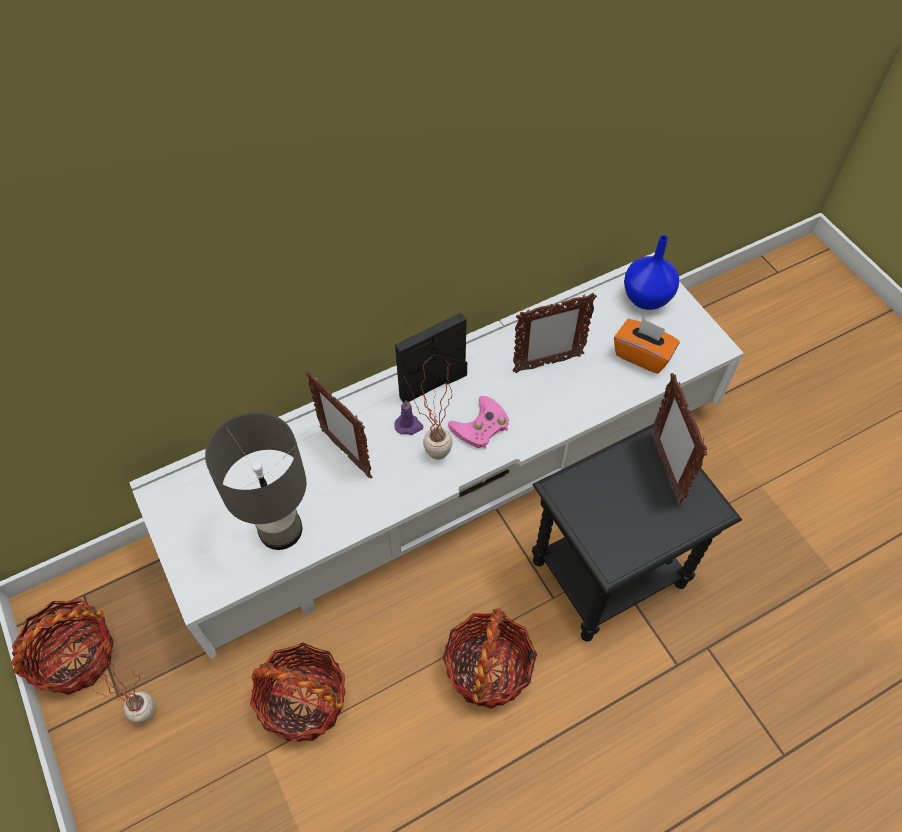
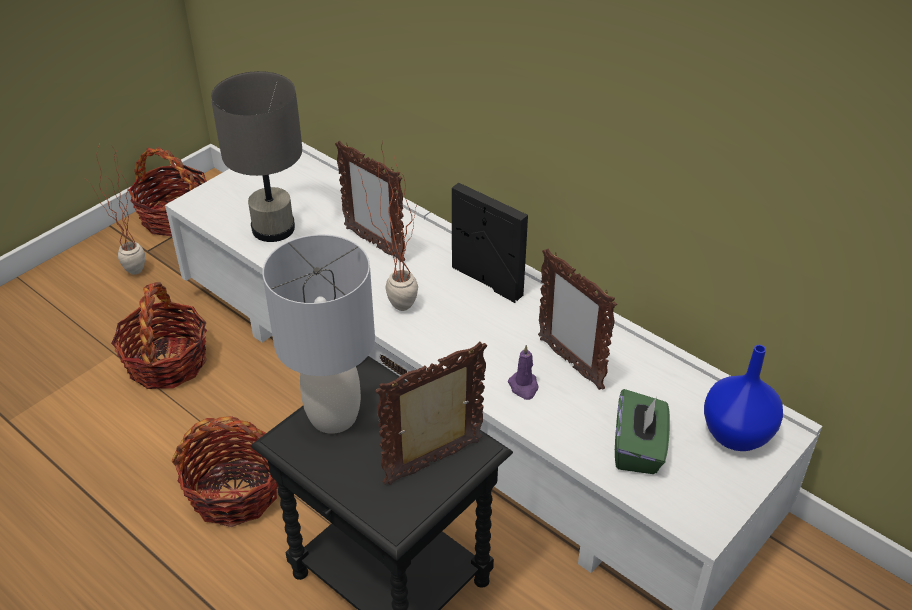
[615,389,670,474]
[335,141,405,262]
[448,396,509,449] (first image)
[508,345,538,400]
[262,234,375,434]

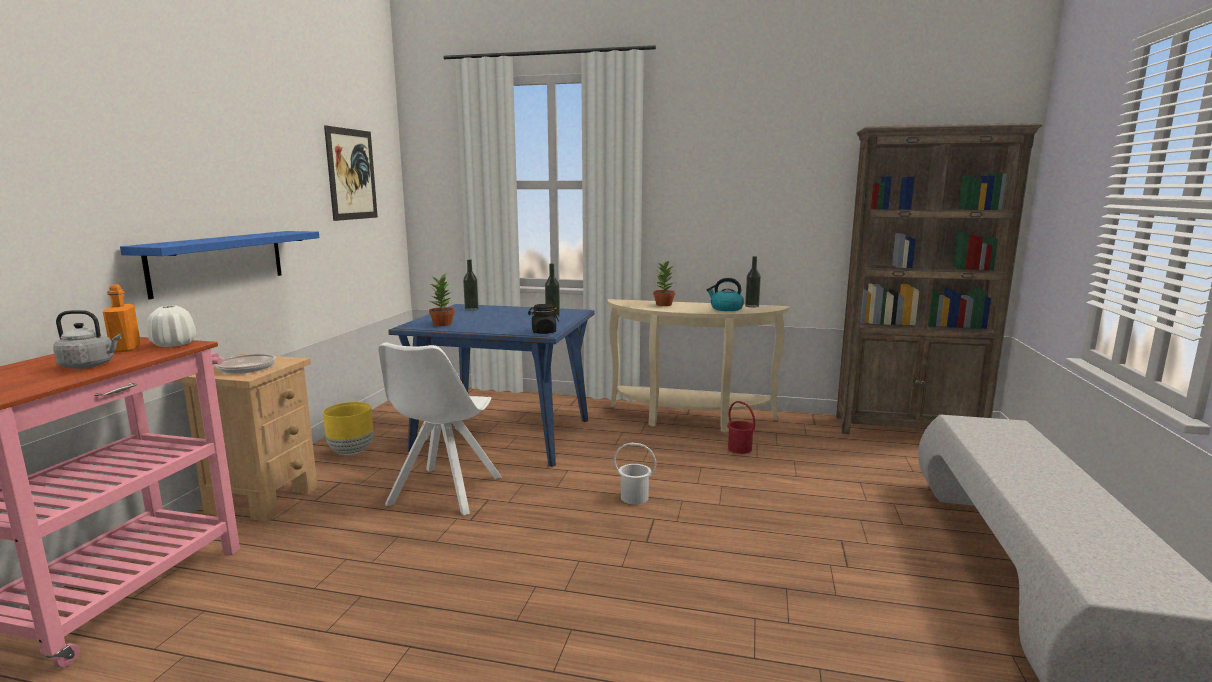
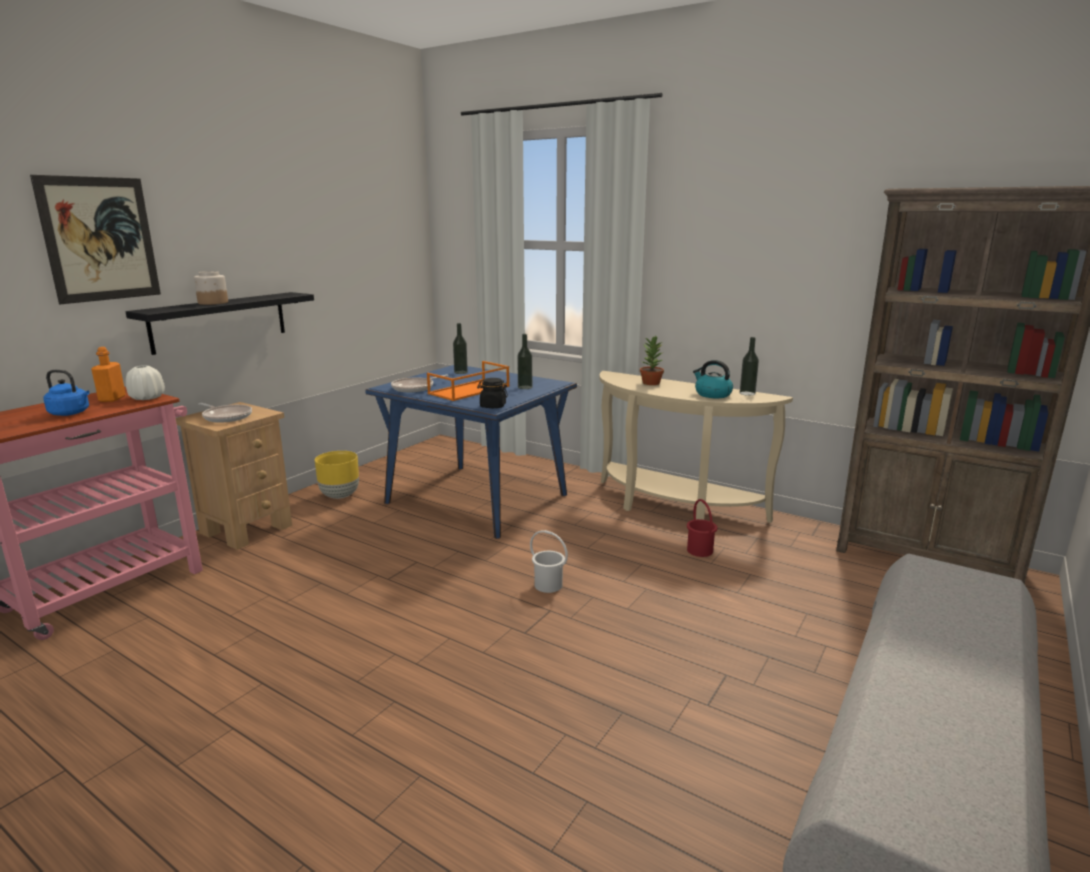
[30,175,161,304]
[126,292,314,355]
[391,375,448,393]
[43,370,89,416]
[378,343,502,515] (first image)
[194,271,228,305]
[427,361,510,401]

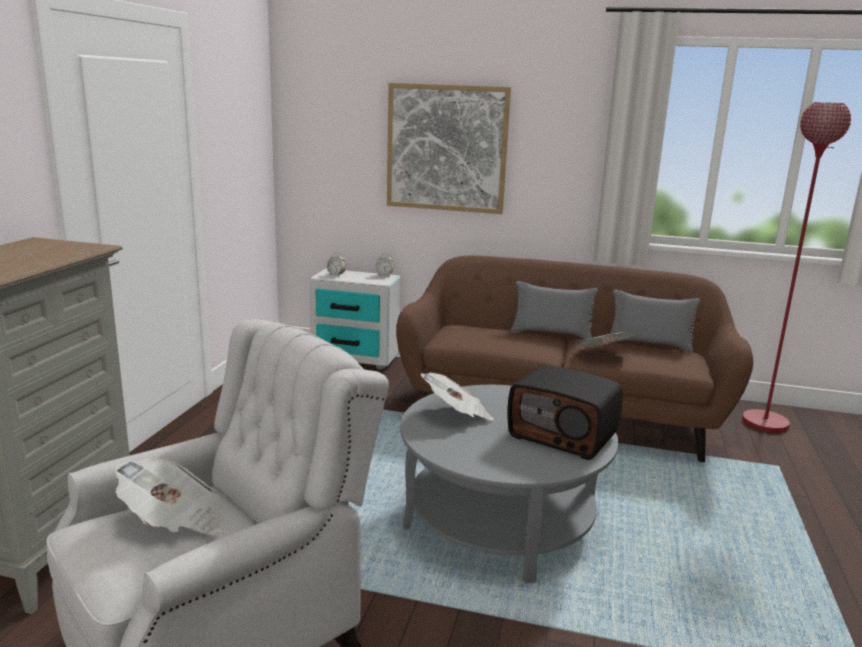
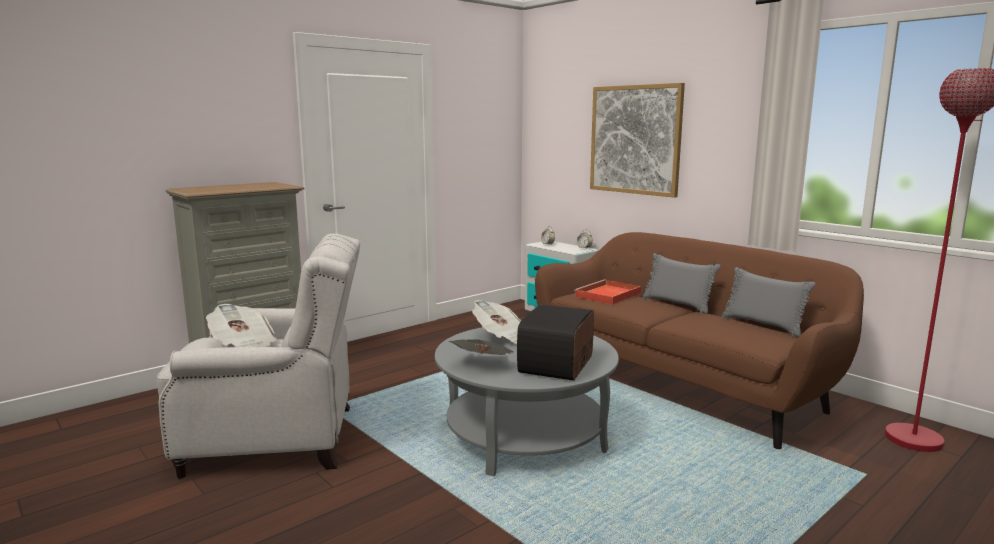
[448,339,513,355]
[517,305,594,381]
[574,280,641,305]

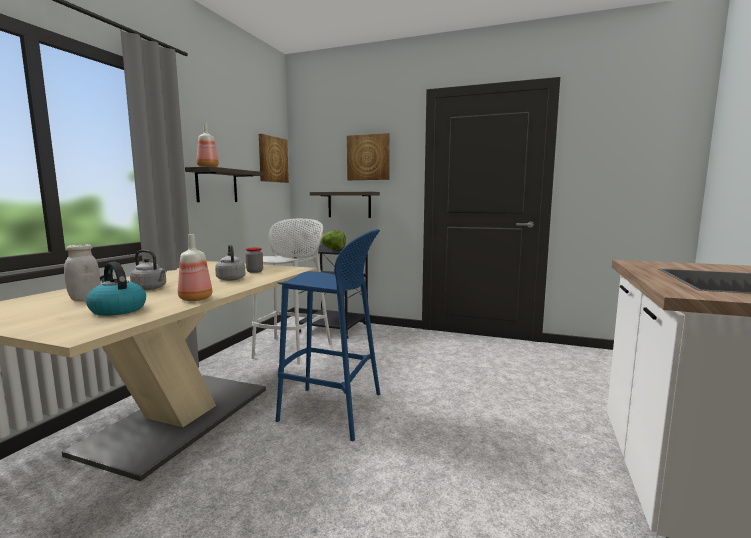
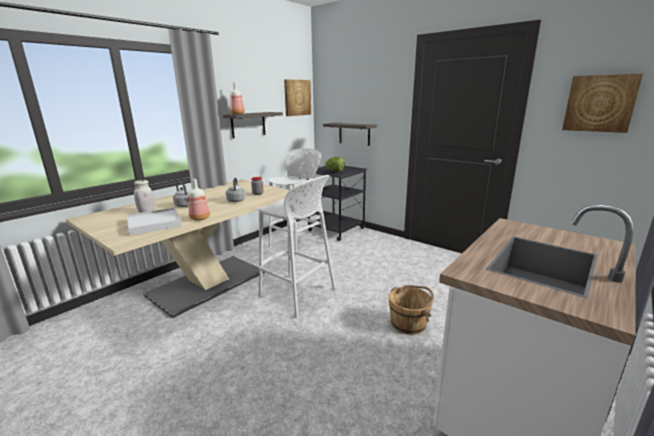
[562,73,643,133]
[257,175,335,319]
[127,208,182,235]
[389,285,434,335]

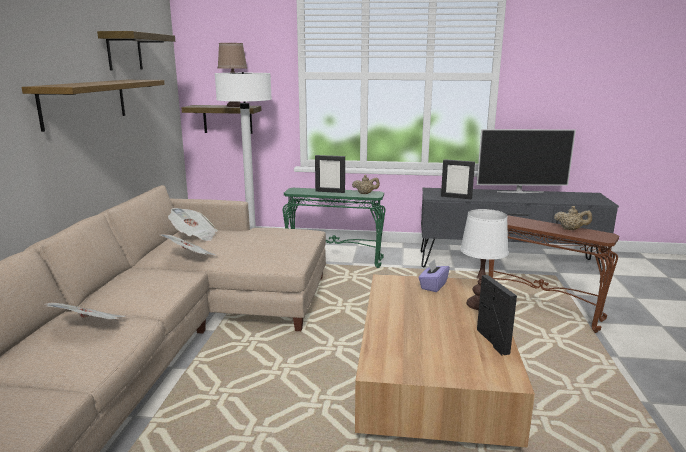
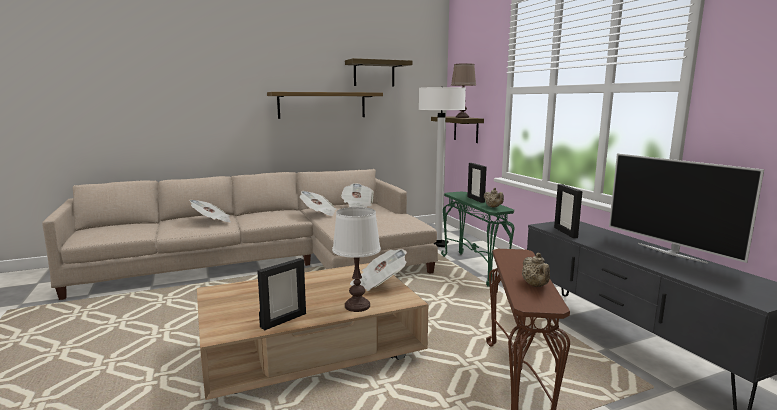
[350,249,407,291]

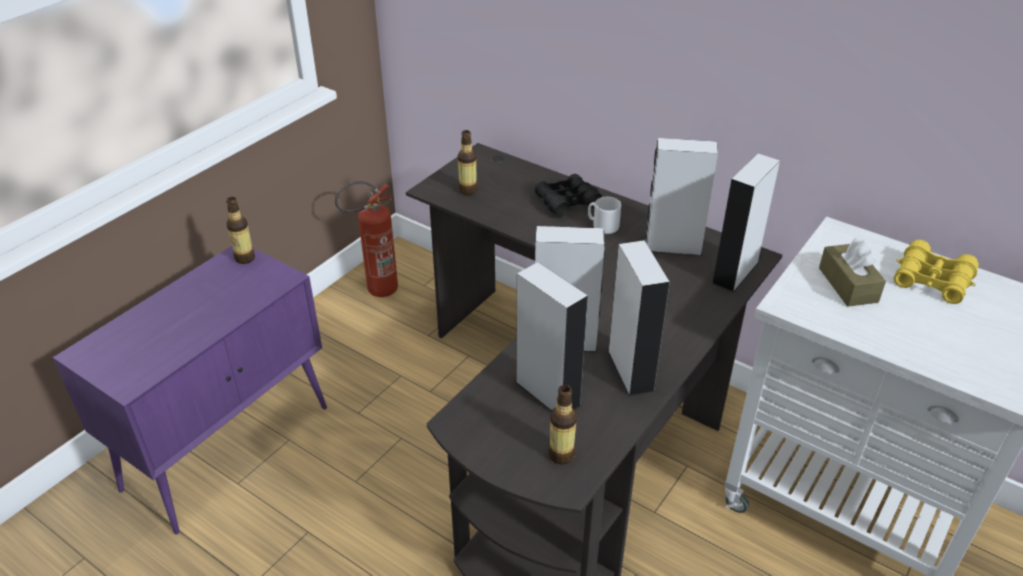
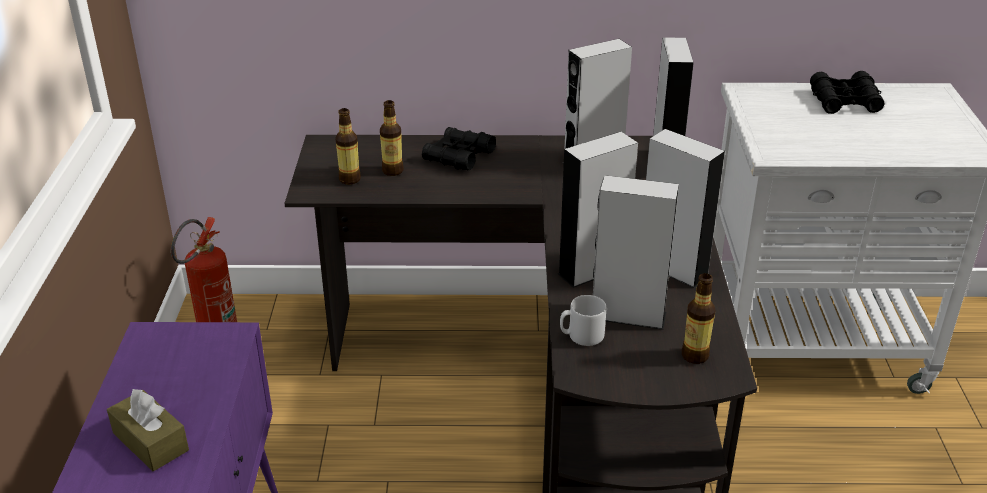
[380,100,404,176]
[560,295,606,346]
[107,389,189,472]
[810,71,884,114]

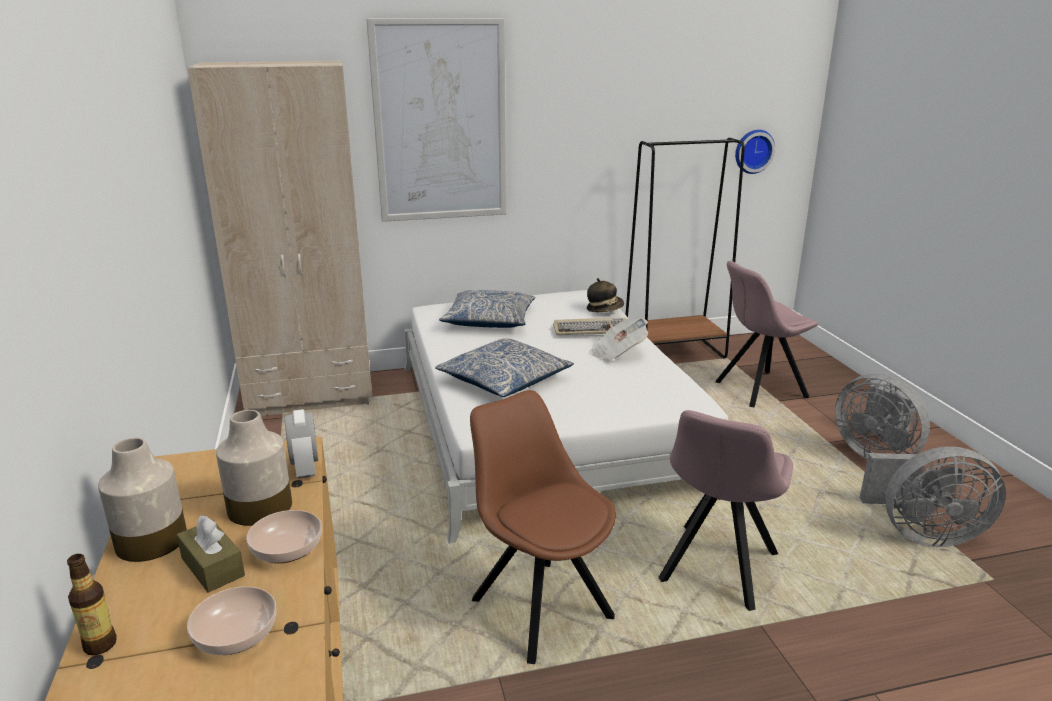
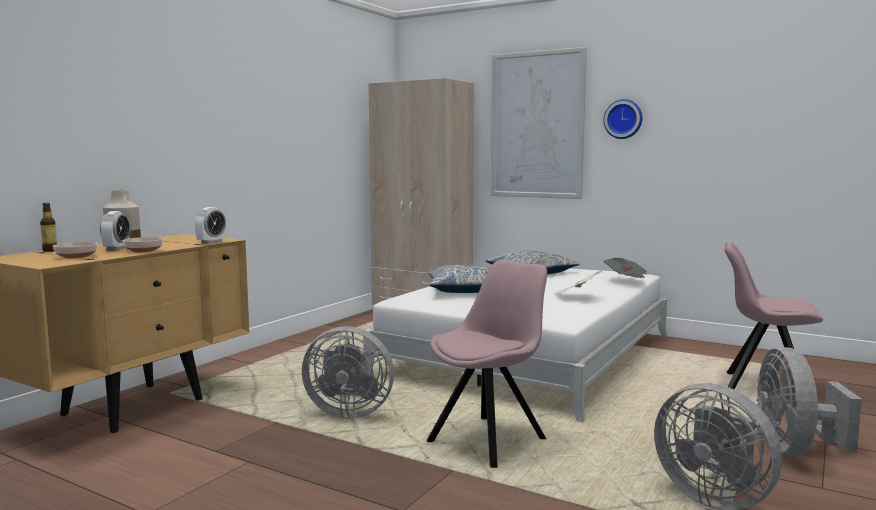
[604,99,642,139]
[625,138,745,358] (first image)
[603,258,647,278]
[553,318,626,335] (first image)
[302,326,394,419]
[216,410,292,526] (first image)
[427,260,547,468]
[100,211,130,251]

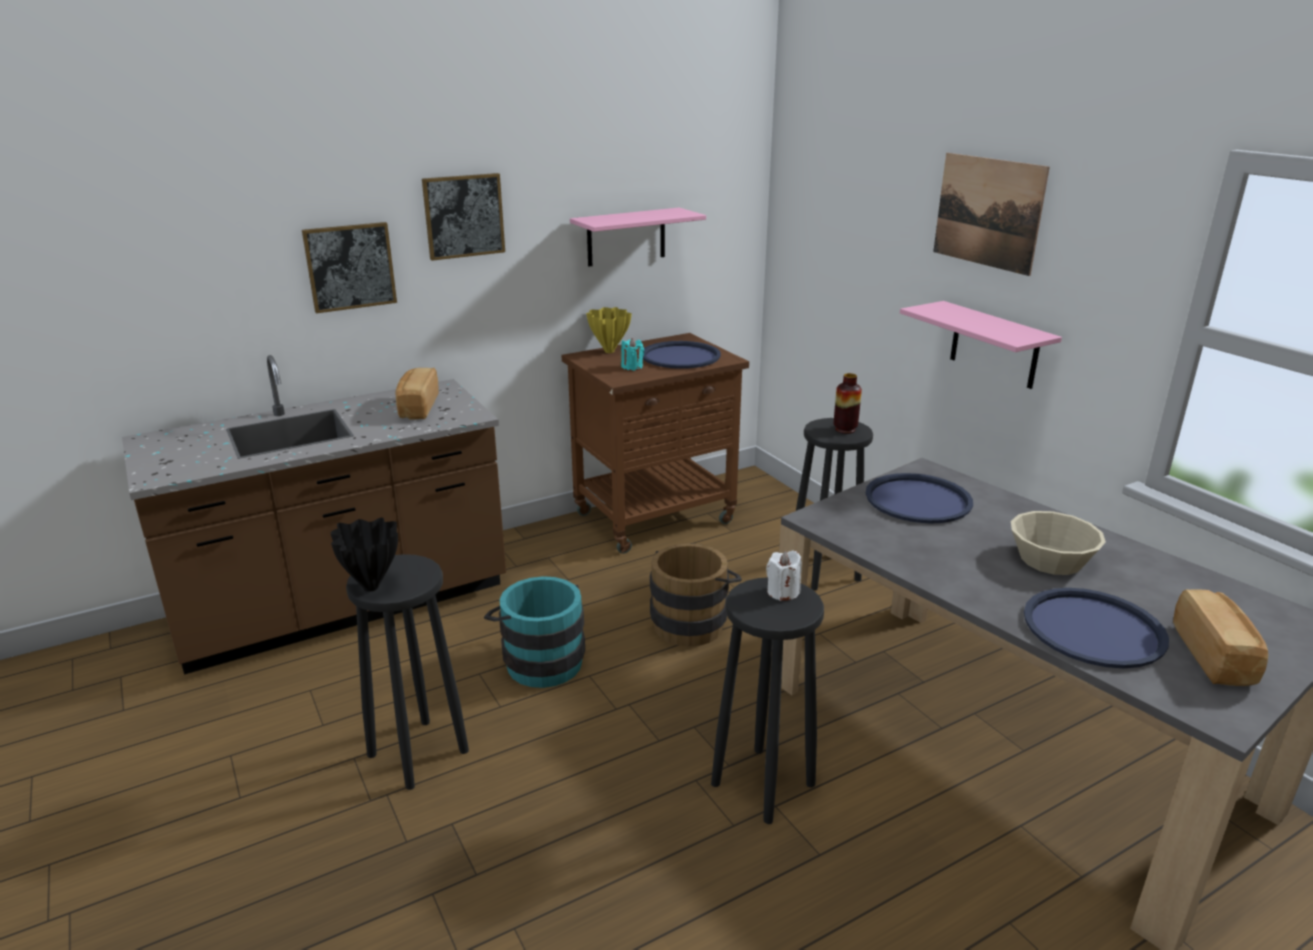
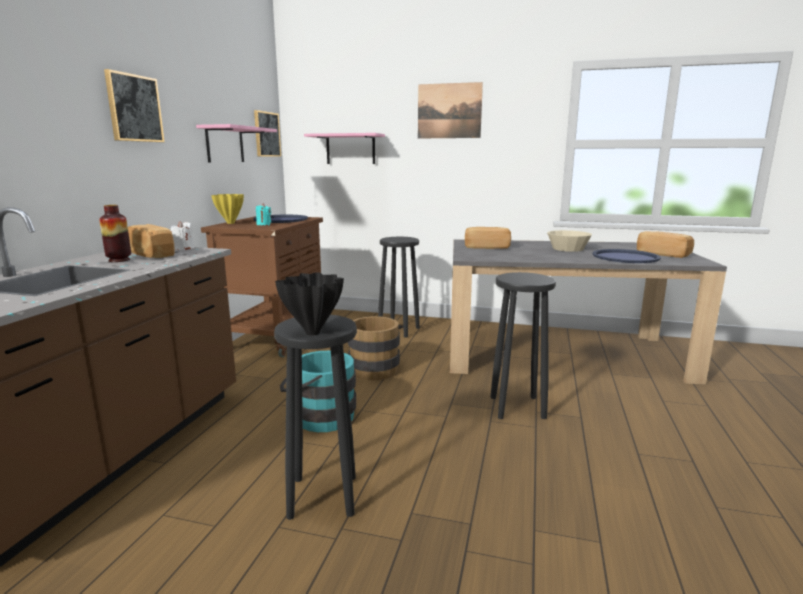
[254,110,281,157]
[304,133,385,164]
[99,205,131,262]
[465,227,511,249]
[171,221,194,250]

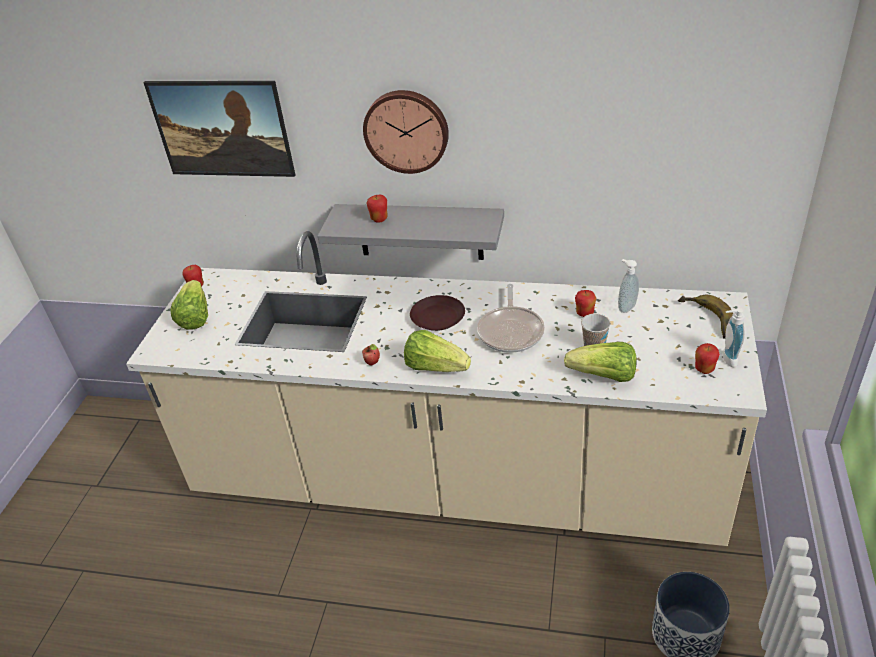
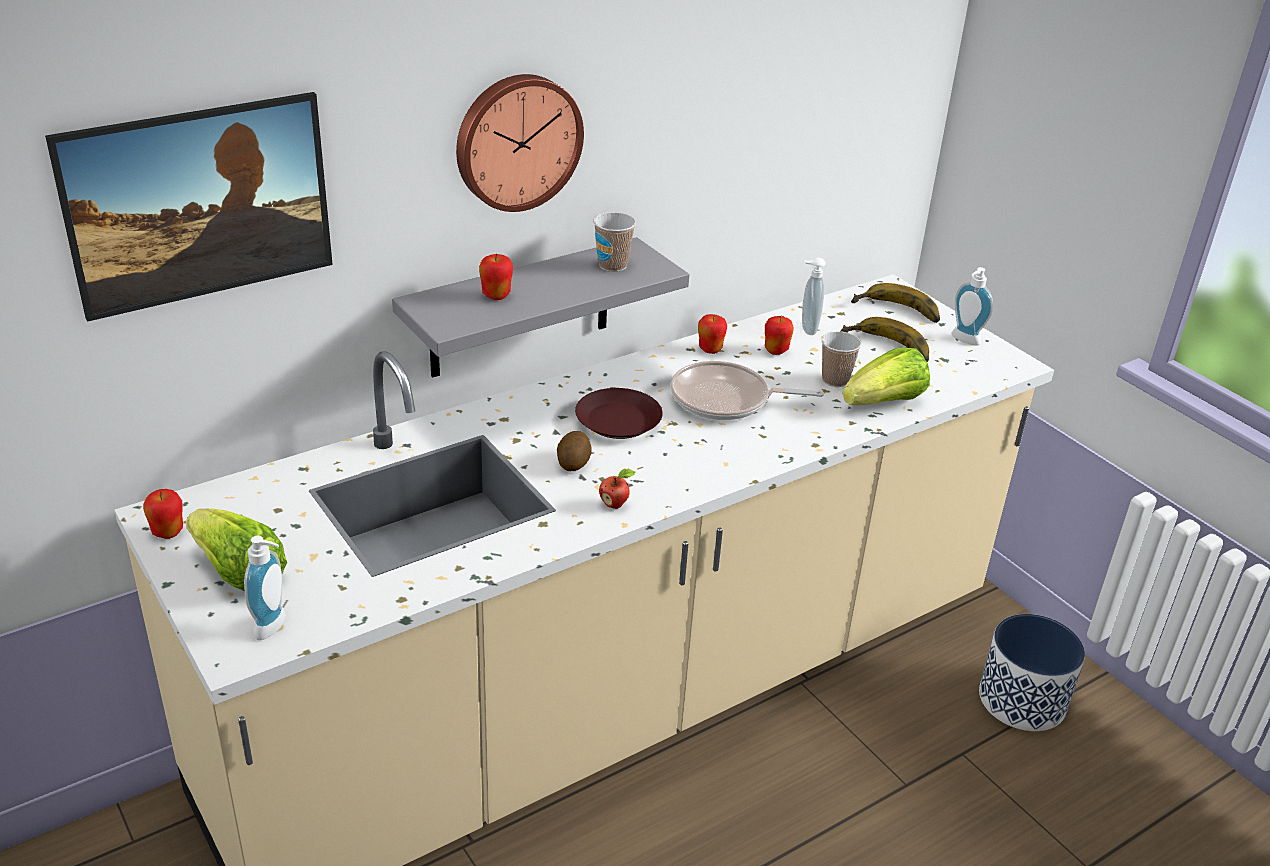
[671,361,824,420]
[404,330,471,372] (first image)
[698,314,727,354]
[593,212,636,272]
[841,317,929,362]
[557,431,592,471]
[244,536,286,640]

